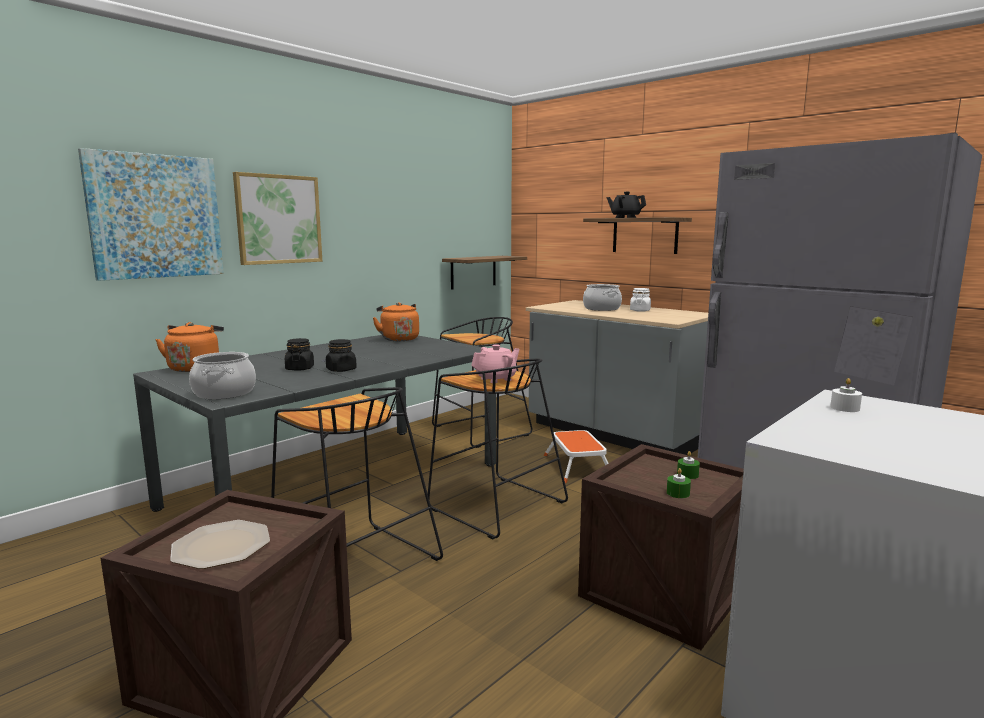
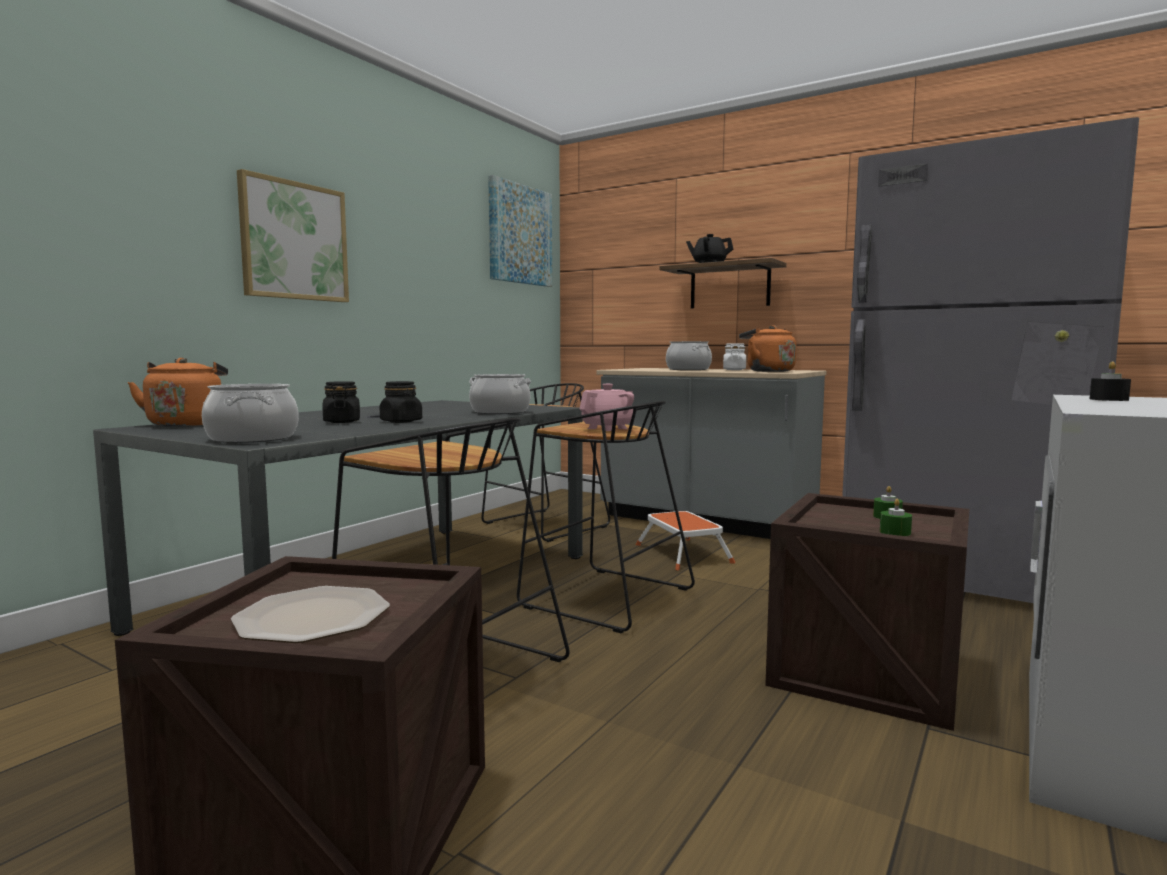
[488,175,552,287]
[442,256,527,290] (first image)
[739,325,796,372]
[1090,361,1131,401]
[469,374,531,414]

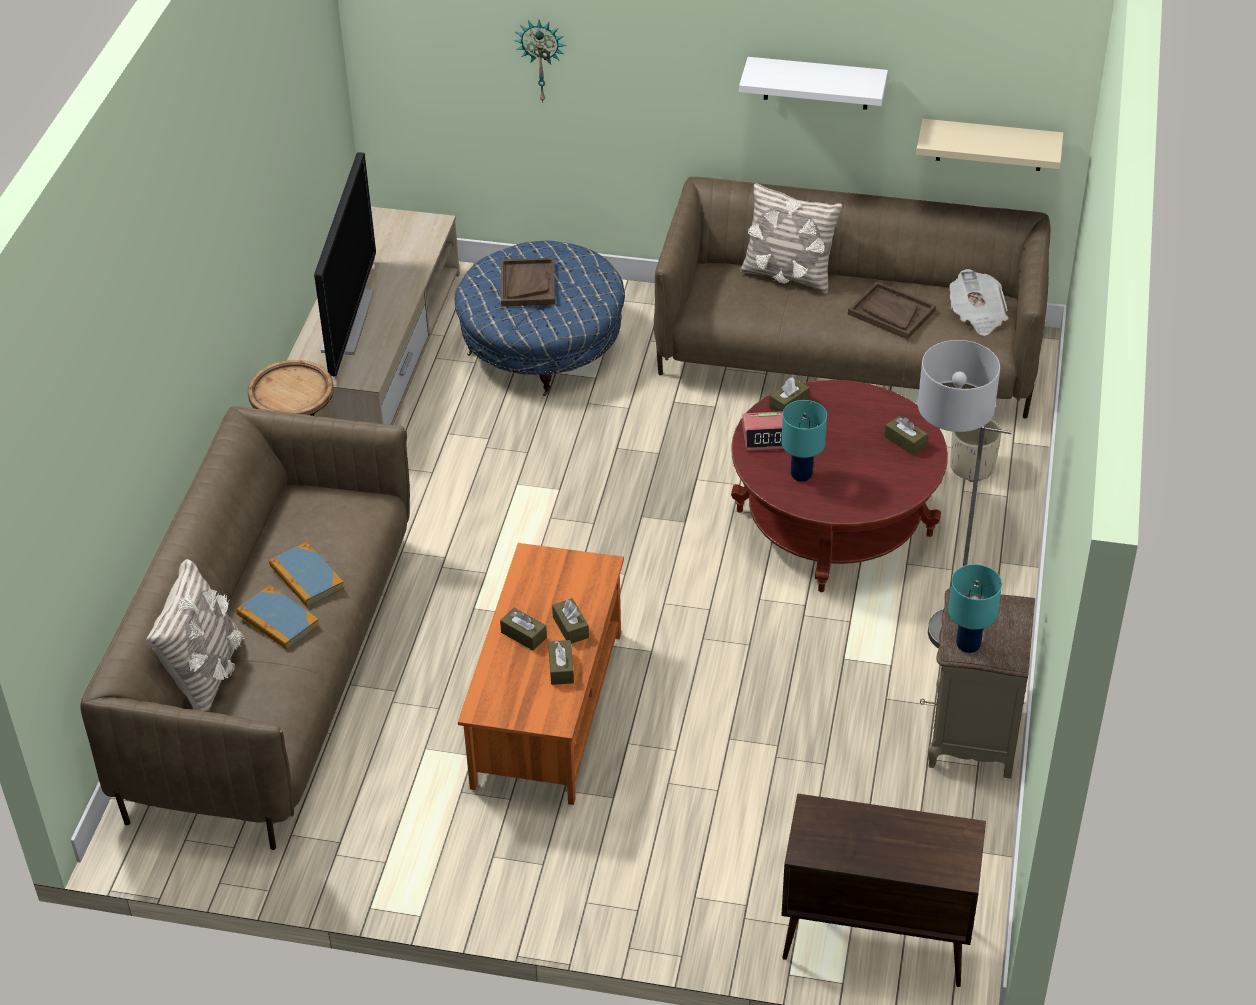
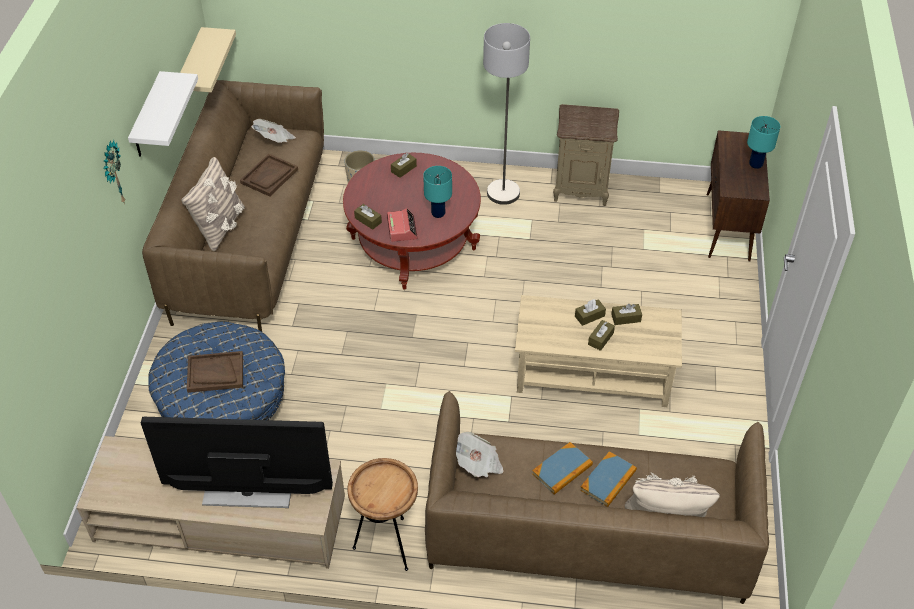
[104,140,126,204]
[515,295,682,407]
[747,116,780,169]
[456,432,504,477]

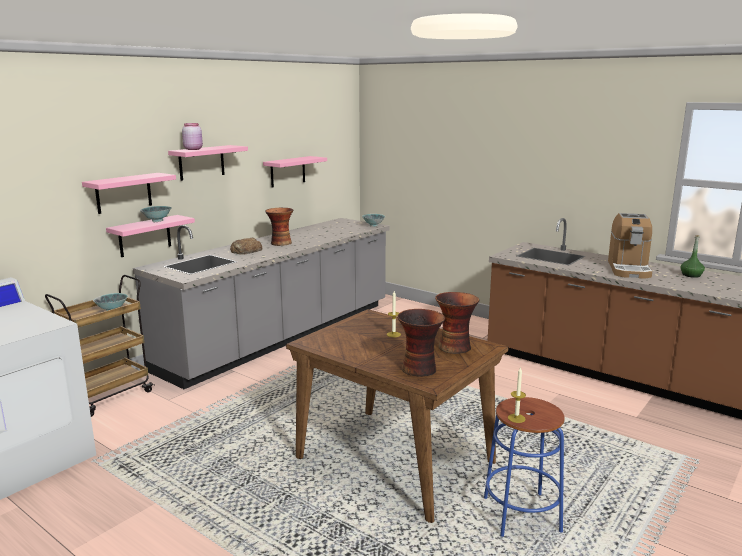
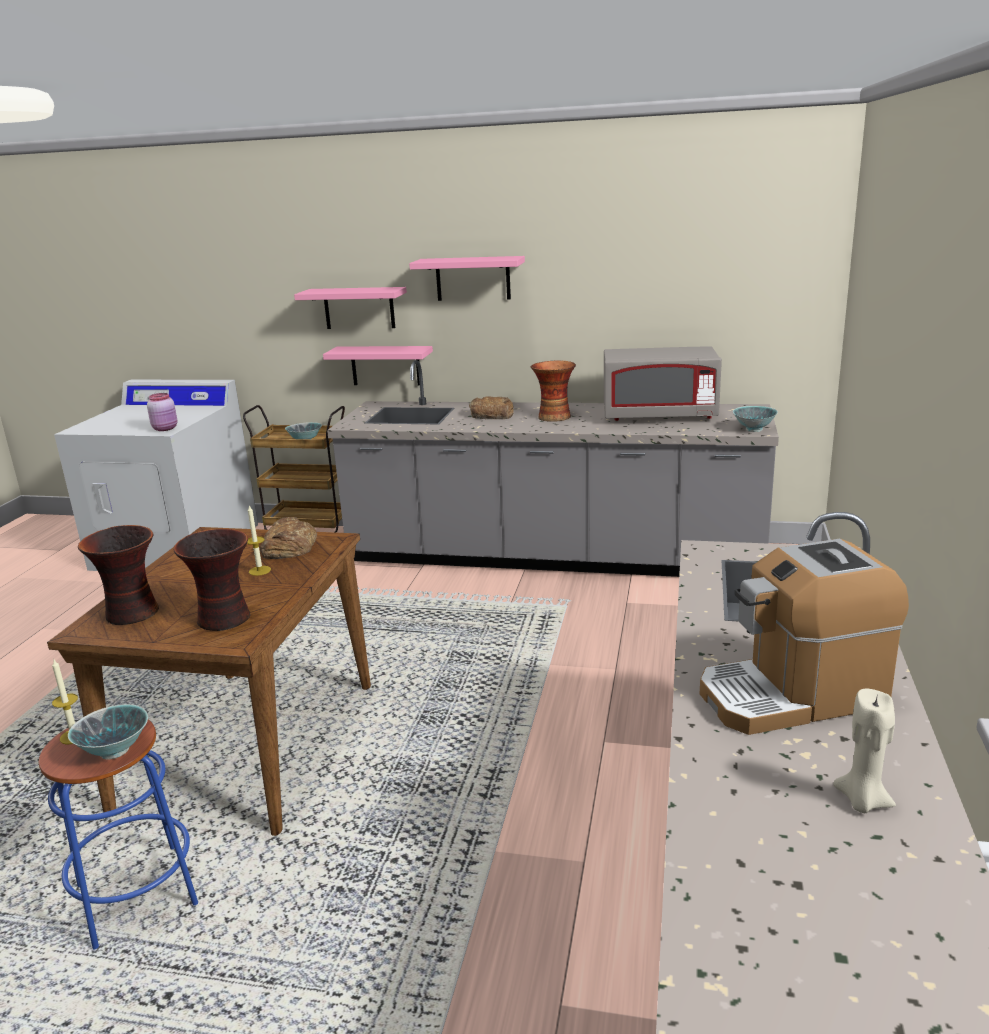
[147,393,177,431]
[263,156,327,187] (first image)
[68,704,148,760]
[833,689,896,813]
[604,346,722,421]
[260,517,317,559]

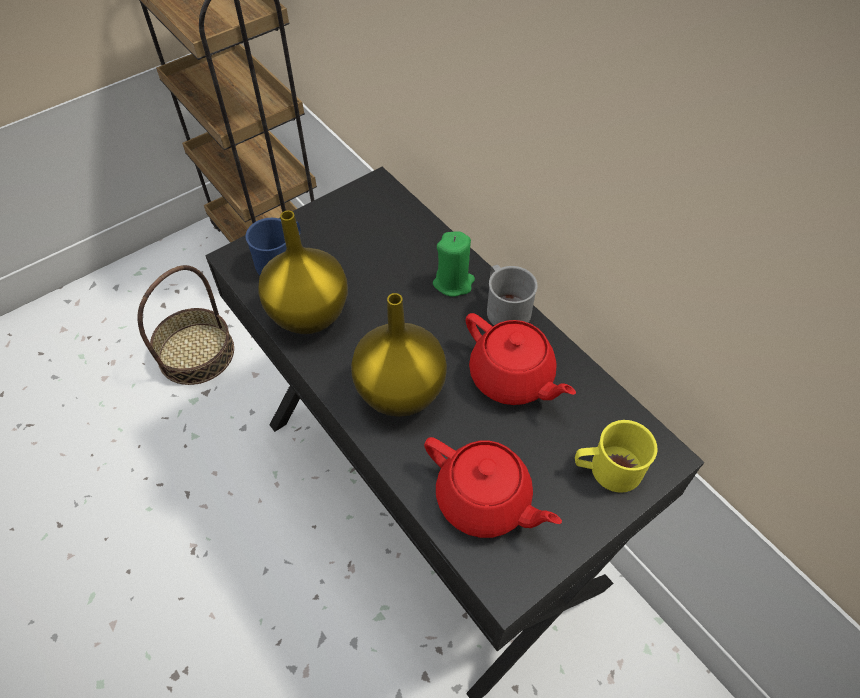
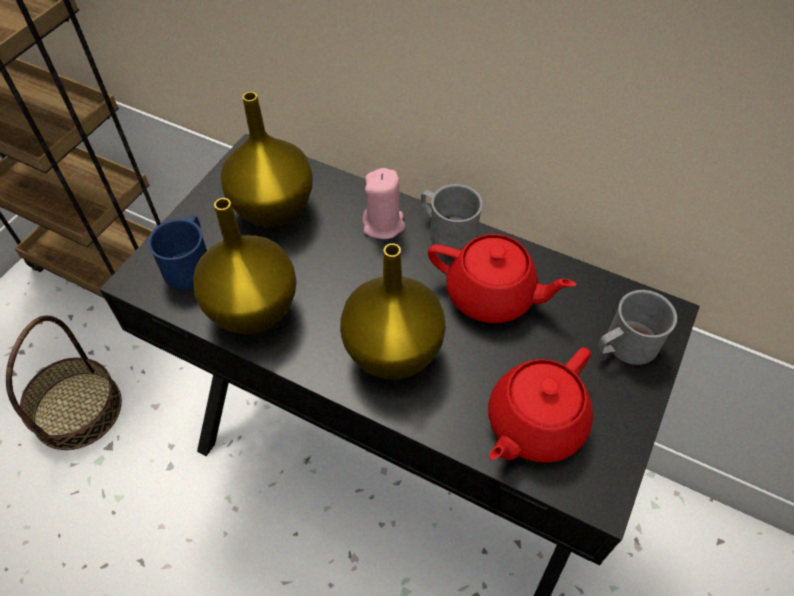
[363,168,406,239]
[597,290,677,365]
[488,347,593,463]
[221,92,313,227]

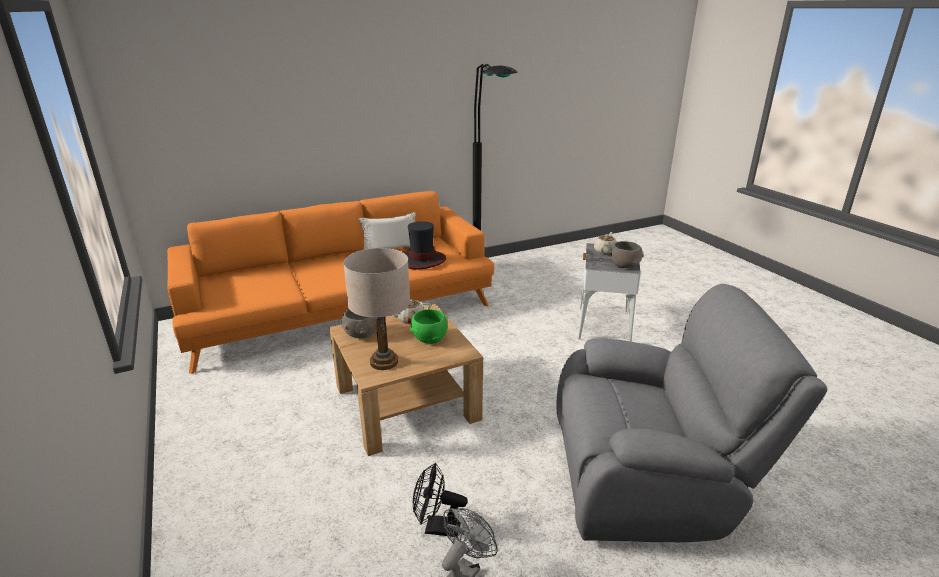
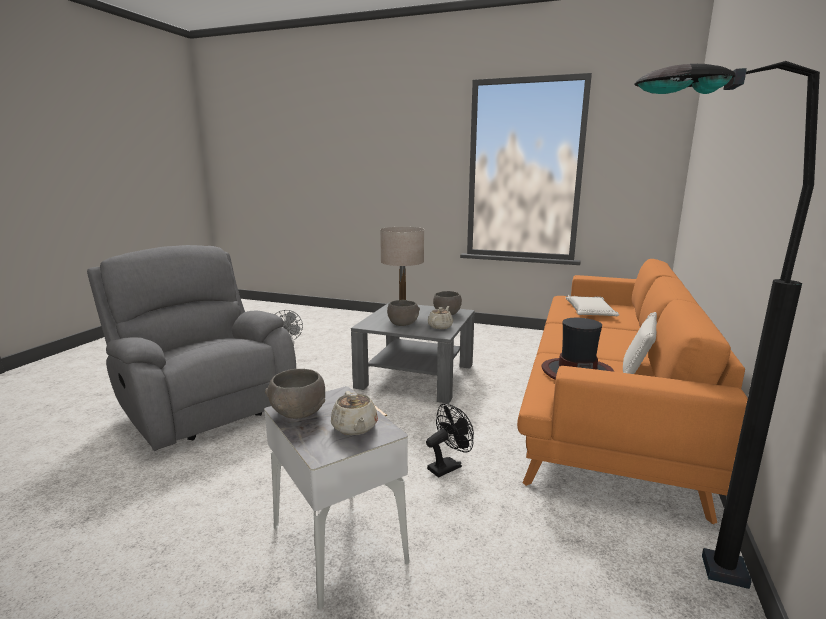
[87,245,296,451]
[351,302,475,404]
[387,300,420,326]
[426,403,474,477]
[566,295,619,316]

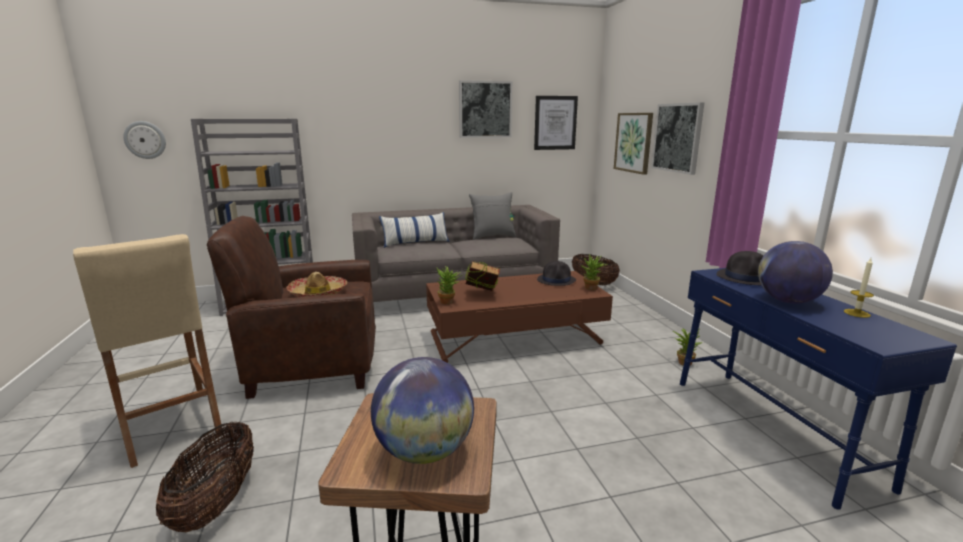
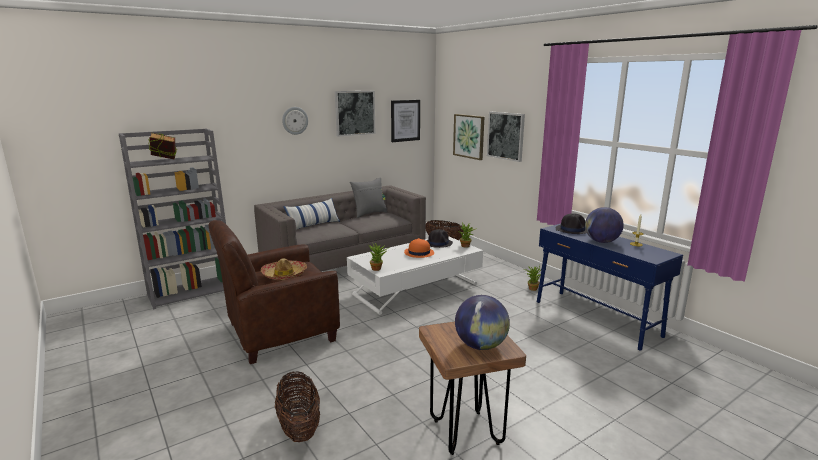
[282,107,308,135]
[73,234,221,468] (first image)
[149,133,177,159]
[347,236,483,315]
[404,238,434,258]

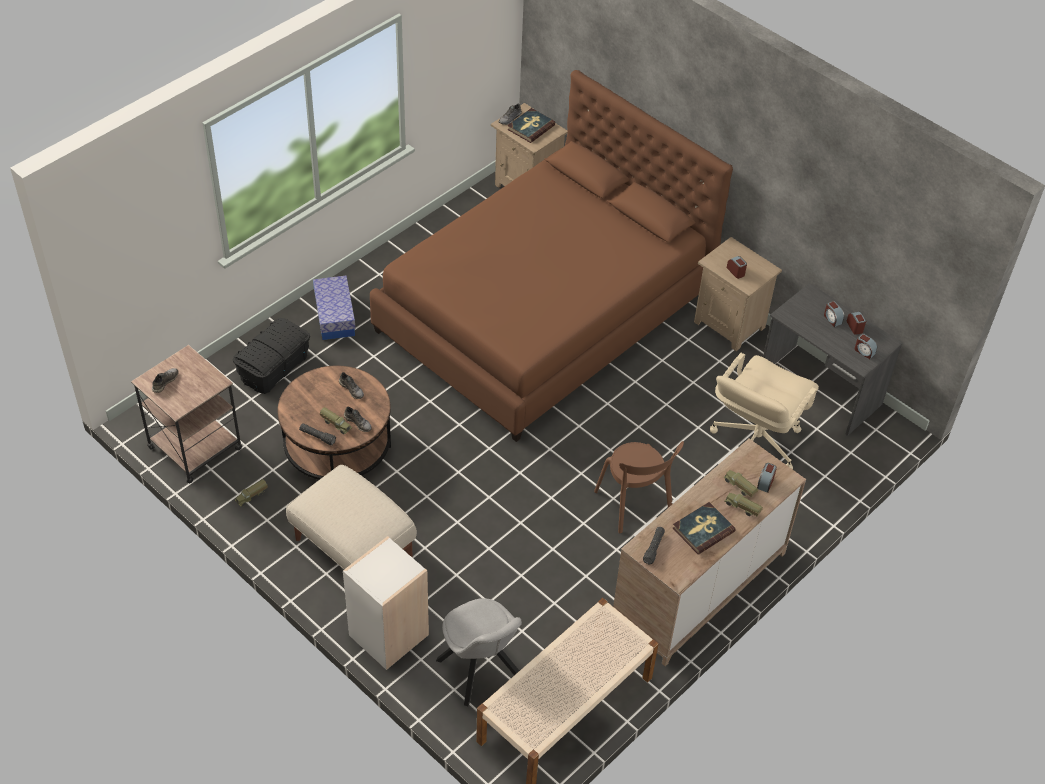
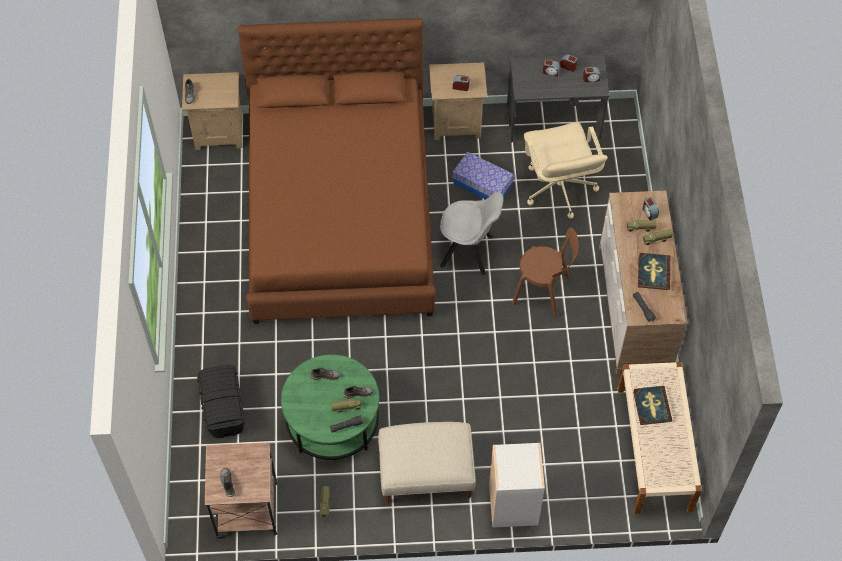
[633,386,672,425]
[452,152,514,199]
[281,354,379,460]
[440,192,503,275]

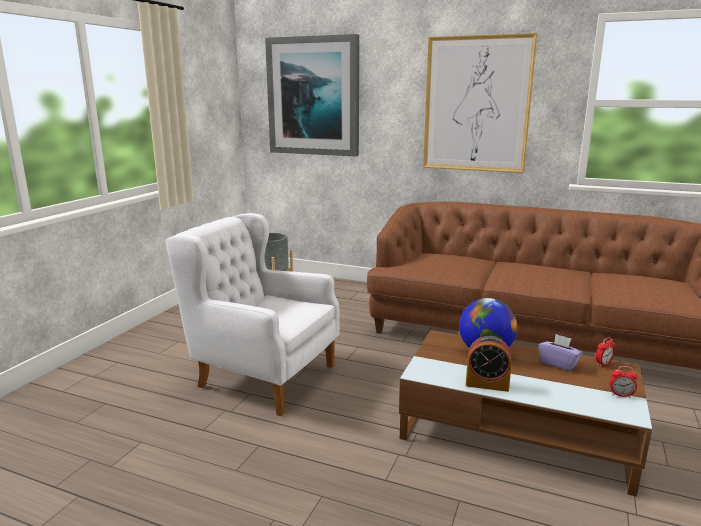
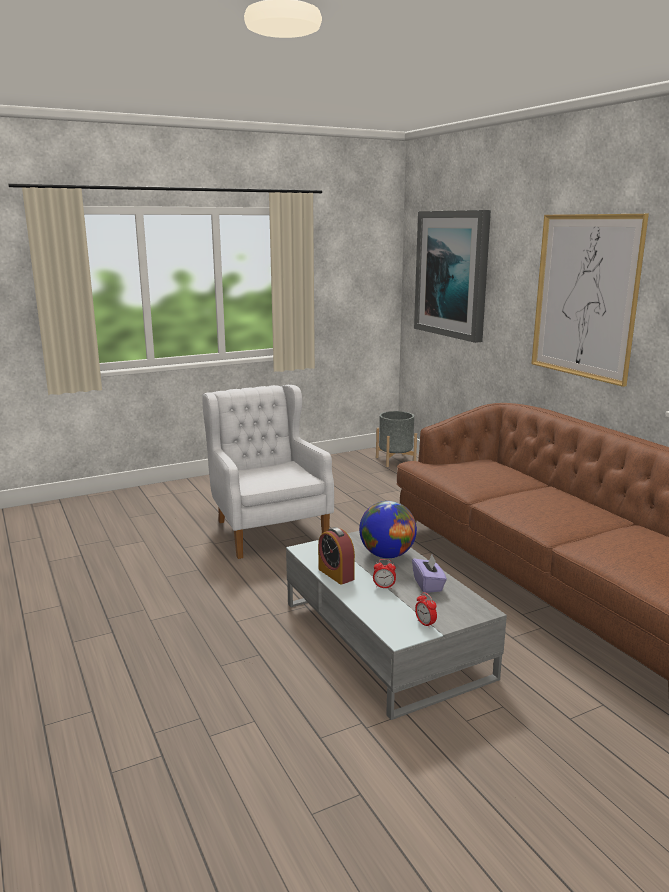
[286,531,507,720]
[373,559,396,589]

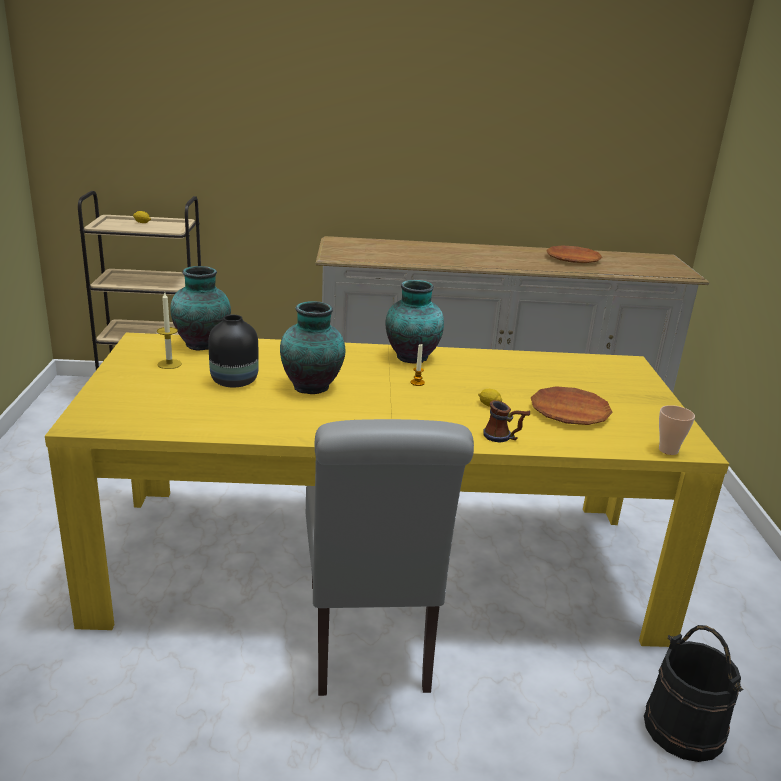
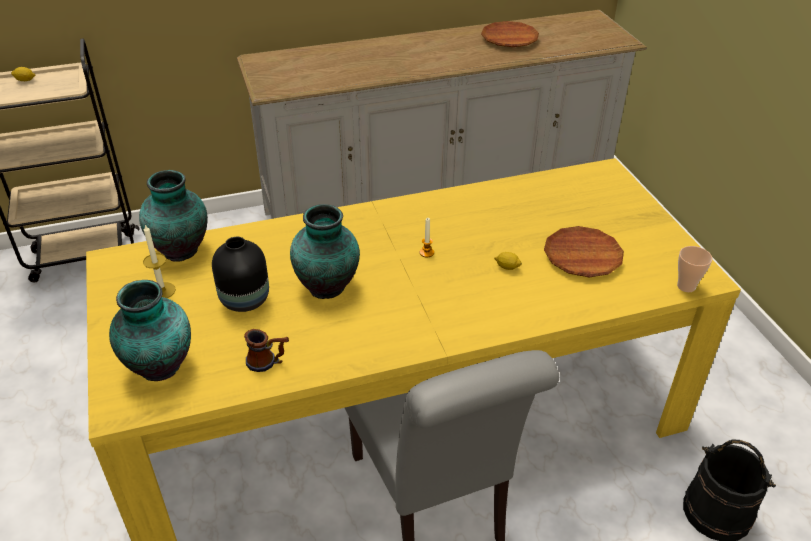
[109,280,191,381]
[244,329,289,372]

